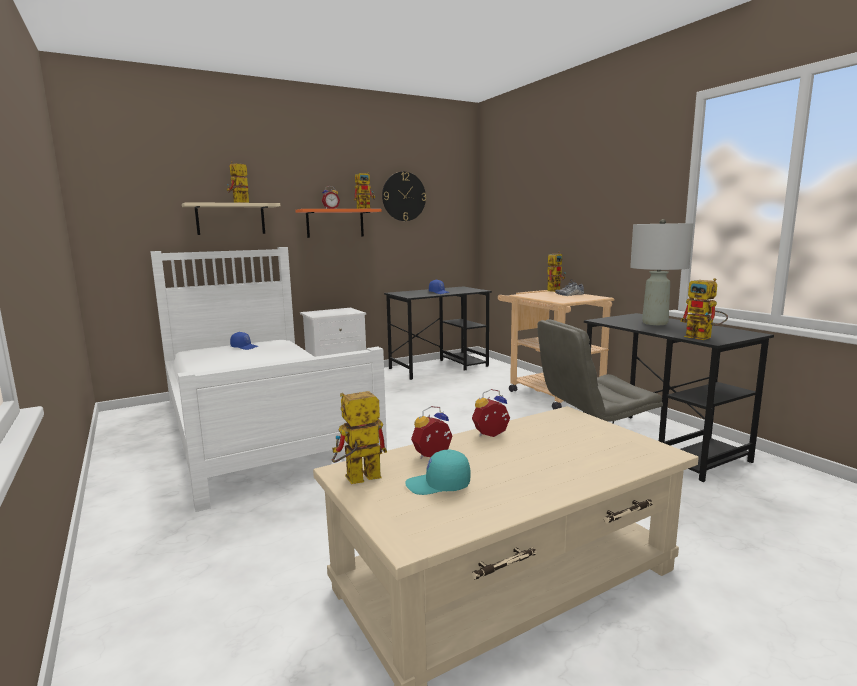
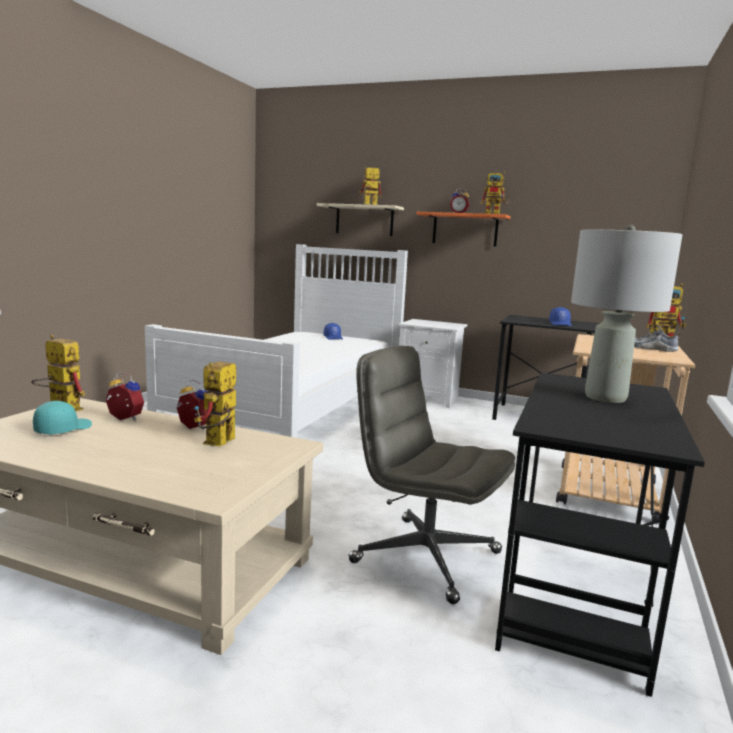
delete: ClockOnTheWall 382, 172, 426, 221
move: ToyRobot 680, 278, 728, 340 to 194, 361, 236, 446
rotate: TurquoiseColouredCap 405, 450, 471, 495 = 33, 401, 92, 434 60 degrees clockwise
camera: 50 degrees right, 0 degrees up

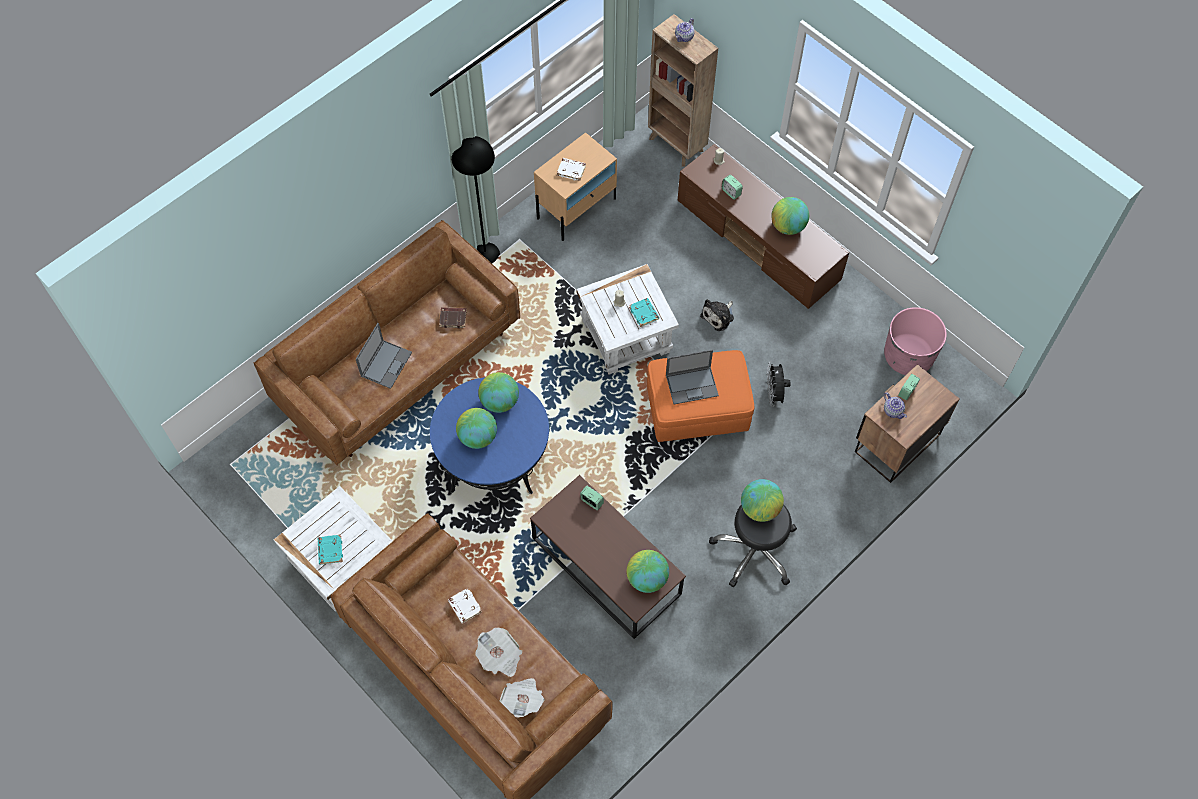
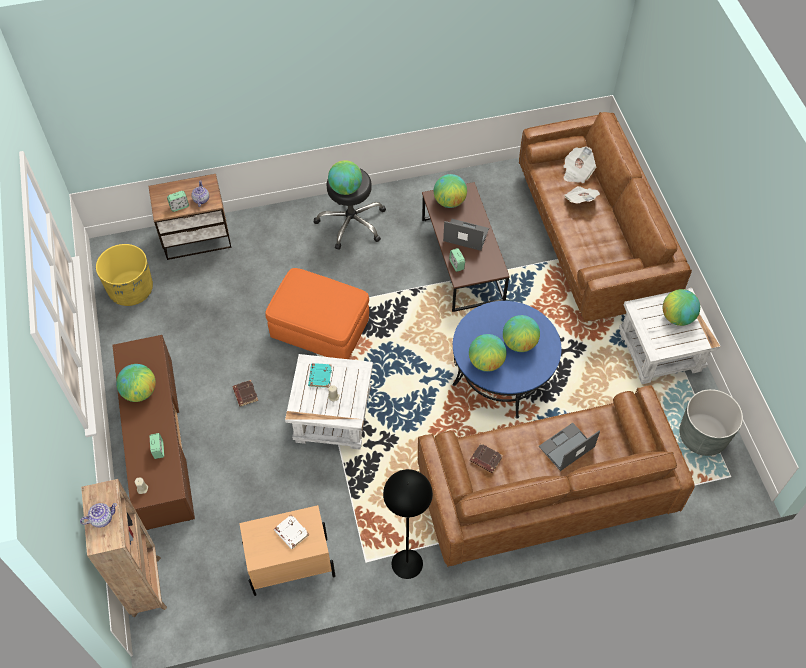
delete: WhitishBook 448, 588, 482, 623; BlackColouredFan 767, 361, 791, 407
insert: GrayPlantPot 679, 389, 743, 456
move: NotebookComputer 666, 349, 719, 404 to 443, 219, 489, 251
replace: SoftToy 700, 299, 734, 331 to BrownishBook 232, 380, 258, 407; TurquoiseColouredBook 318, 535, 343, 565 to DeskGlobe 663, 289, 700, 326
recolor: PinkPlantPot 884, 307, 947, 375 to YellowPlantPot 96, 244, 153, 306
camera: 150 degrees left, 5 degrees down

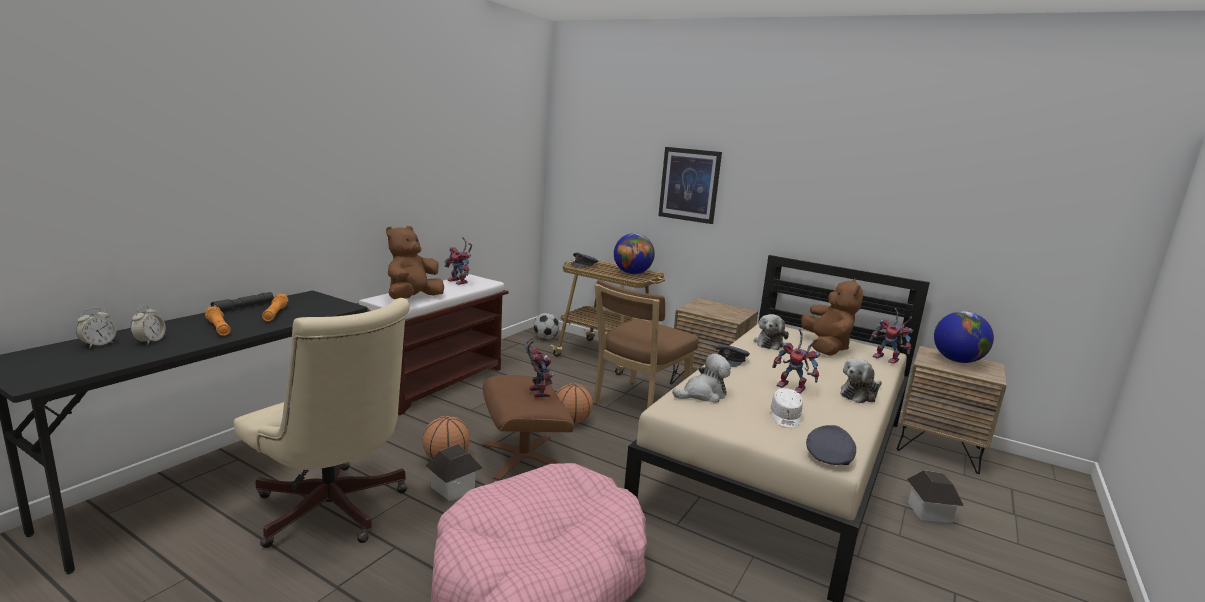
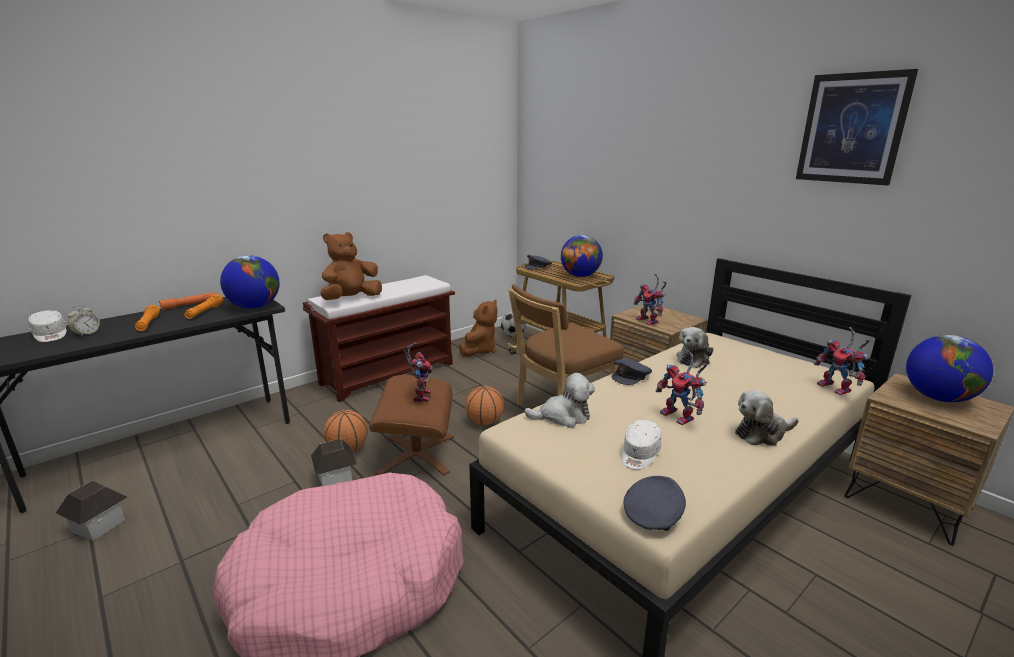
delete: BeigeColouredOfficeChair 234, 298, 410, 548
insert: DeskGlobe 220, 255, 280, 309
move: ToyHouse 907, 470, 964, 523 to 56, 480, 127, 541; BrownishSoftToy 801, 279, 863, 355 to 459, 300, 497, 357; ToyRobot 445, 237, 472, 285 to 633, 274, 667, 325; WallPicture 658, 147, 722, 224 to 796, 69, 918, 186
replace: BedsideClock 76, 307, 117, 348 to WhitishCap 28, 310, 66, 342
recolor: GrayFlashlight 210, 292, 274, 312 to OrangeyFlashlight 159, 292, 215, 310
camera: 20 degrees right, 5 degrees up

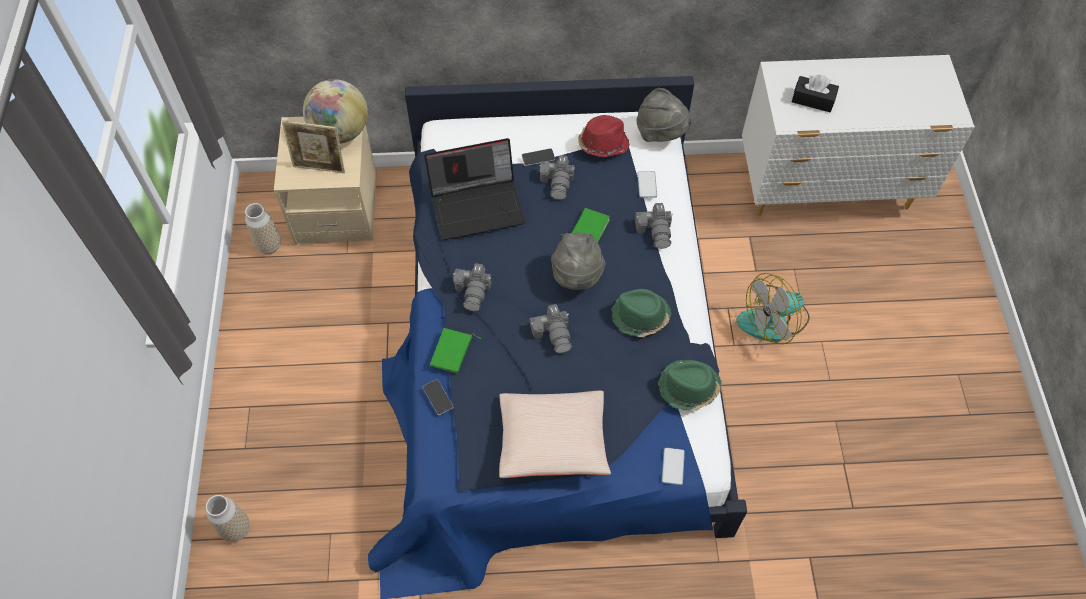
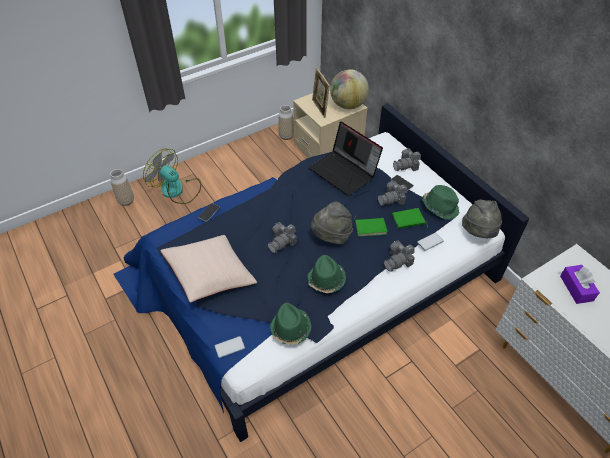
move: Fan 736, 273, 810, 344 to 143, 148, 201, 204; GreenColouredBook 430, 328, 481, 374 to 392, 208, 428, 229; PhotoCamera 453, 263, 491, 311 to 393, 148, 421, 171
recolor: ReddishClothingHat 578, 115, 630, 157 to GreenColouredClothingHat 422, 185, 460, 220; BlackColouredTissueHolder 792, 75, 839, 112 to PurplishTissueHolder 560, 265, 600, 304
camera: 60 degrees right, 10 degrees down

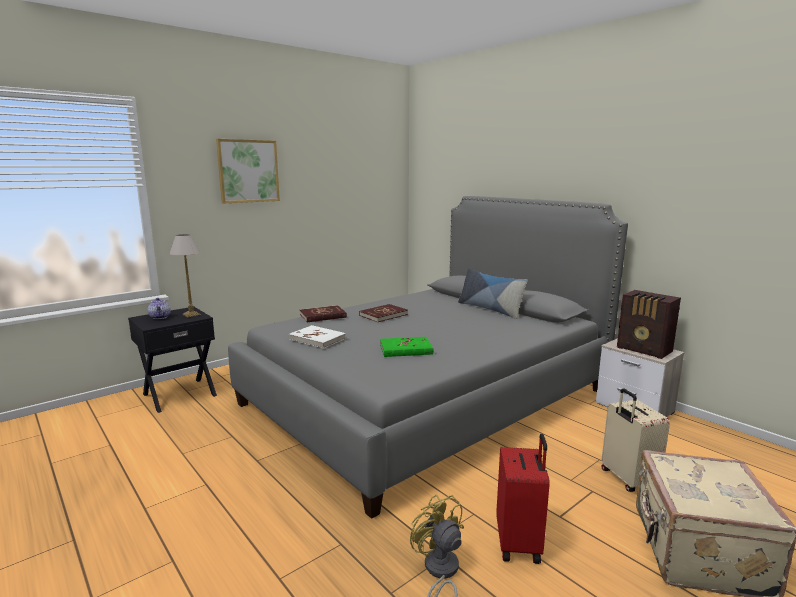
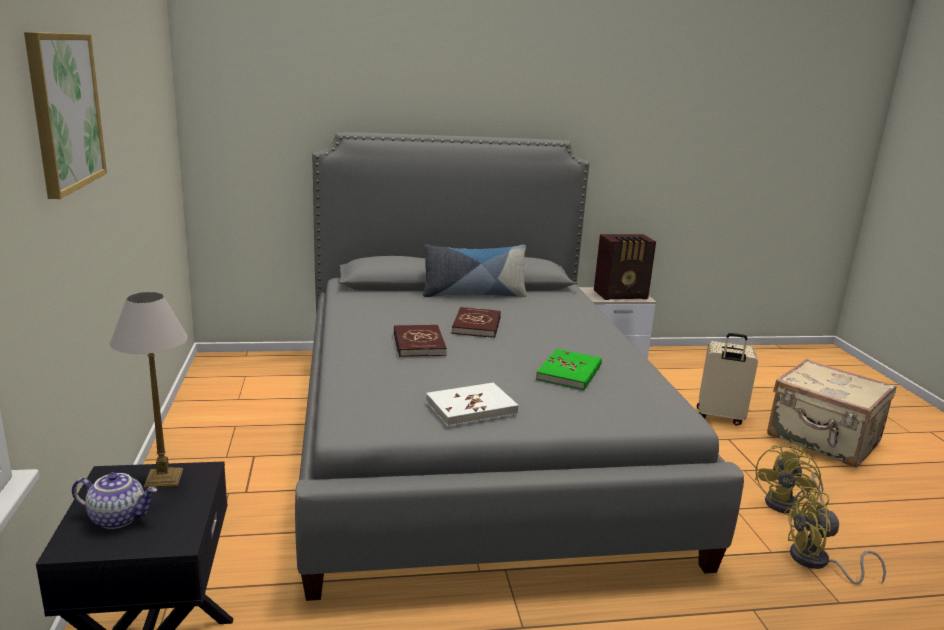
move: ReddishBook 300, 305, 347, 322 to 452, 307, 501, 338
replace: ReddishTravelCase 496, 434, 550, 564 to YellowFan 755, 445, 823, 513
camera: 60 degrees left, 5 degrees up

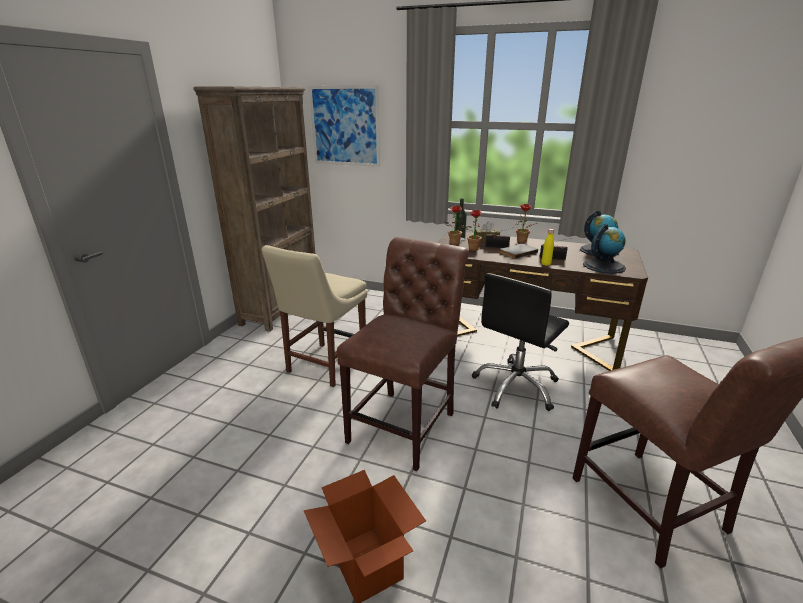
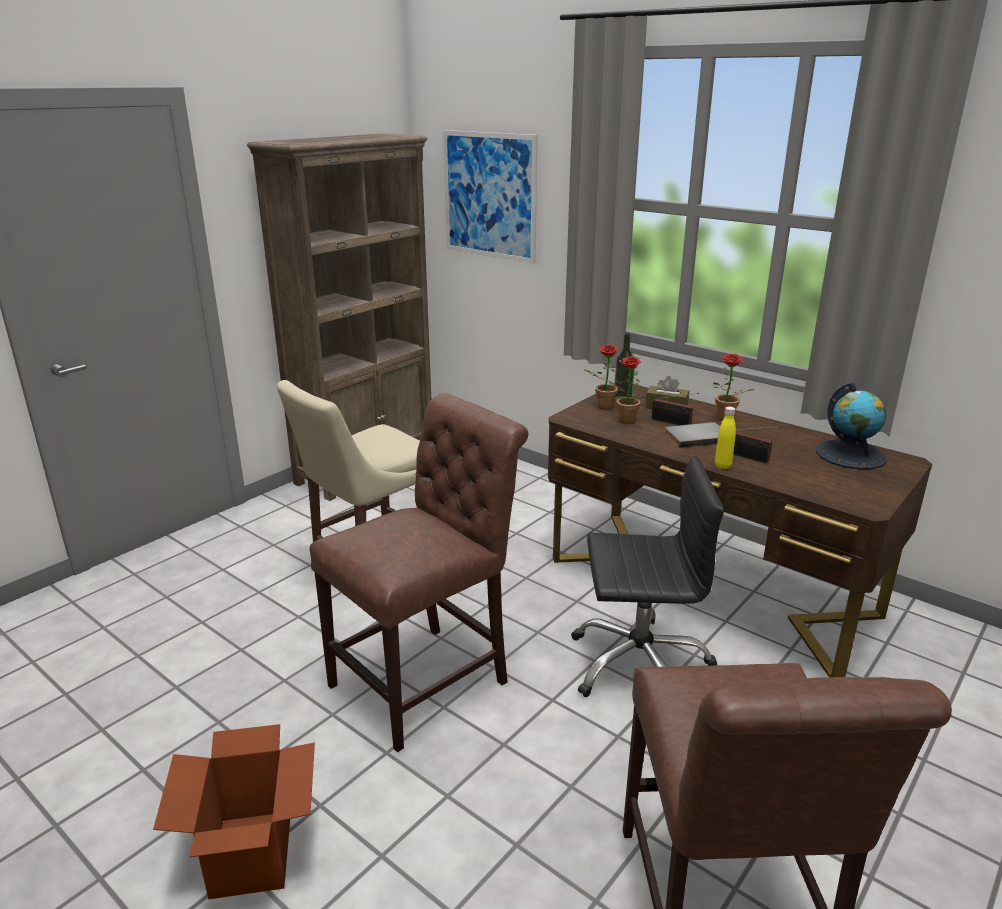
delete: DeskGlobe 583, 224, 626, 274
rotate: BlackColouredOfficeChair 472, 273, 569, 411 = 571, 456, 724, 697 150 degrees counterclockwise
camera: 20 degrees right, 0 degrees up

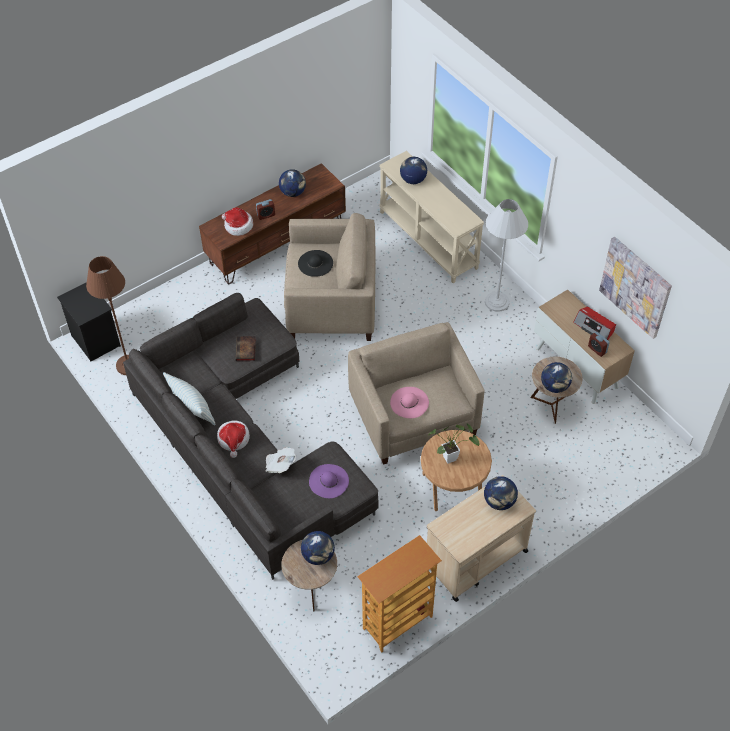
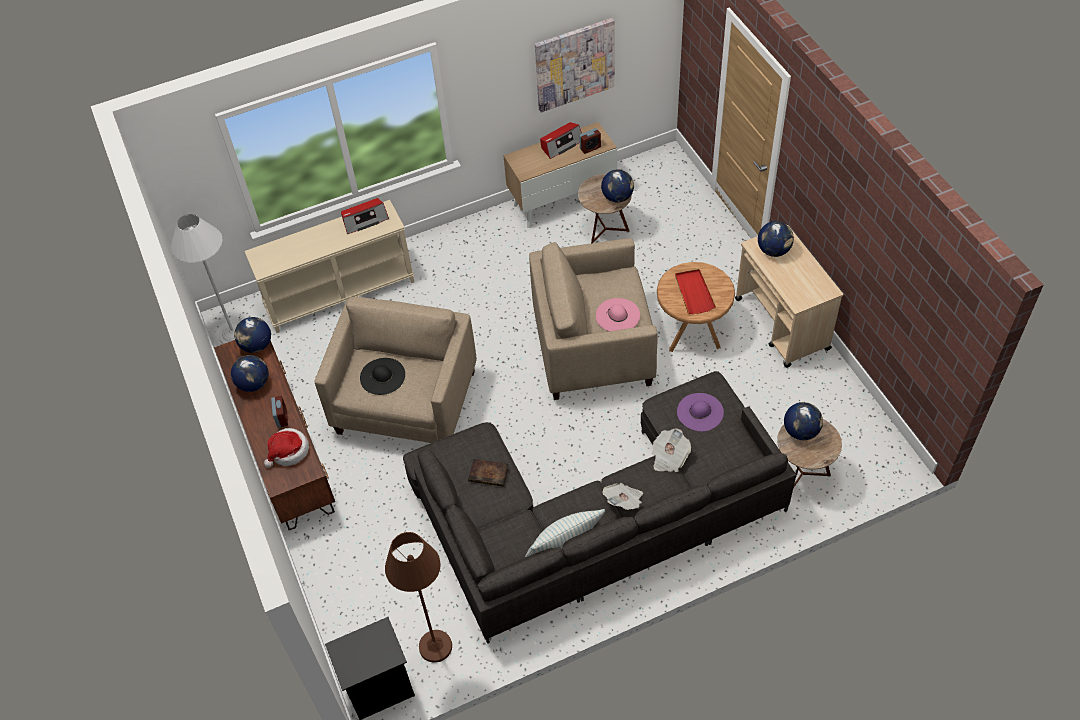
delete: Bookshelf 357, 535, 442, 652
insert: RadioReceiver 341, 198, 389, 234
move: WhitishFloorLamp 485, 199, 528, 312 to 171, 214, 239, 344; DeskGlobe 400, 157, 427, 184 to 234, 317, 271, 353
replace: ClothingHat 217, 421, 250, 458 to DailyPaper 603, 483, 643, 510; PlantInAPot 428, 424, 480, 464 to ReddishServingTray 675, 269, 716, 314
camera: 75 degrees left, 0 degrees up

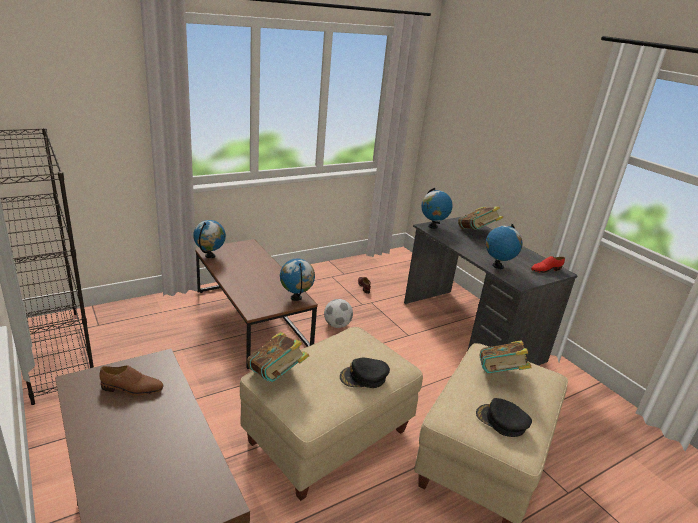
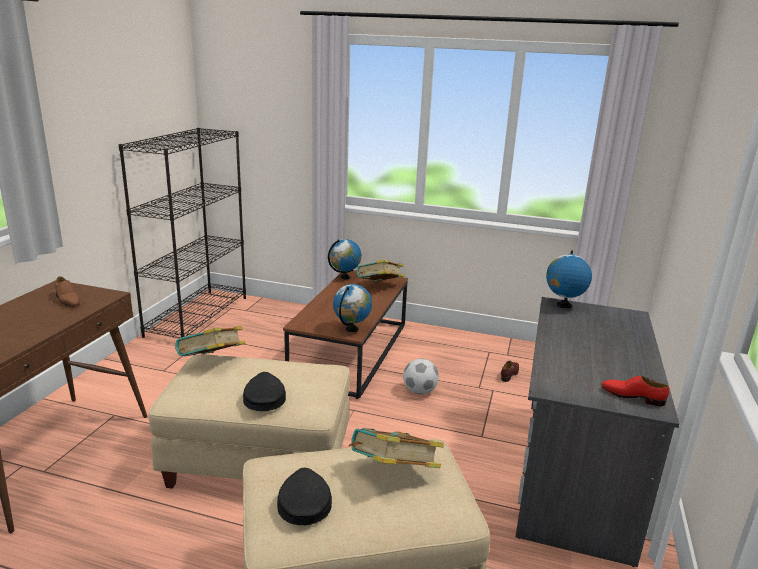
delete: DeskGlobe 486, 224, 522, 269
move: Book 458, 206, 503, 230 to 357, 260, 405, 281
rotate: BlackColouredCap 340, 358, 390, 388 = 243, 372, 286, 411 45 degrees clockwise
camera: 50 degrees right, 5 degrees down

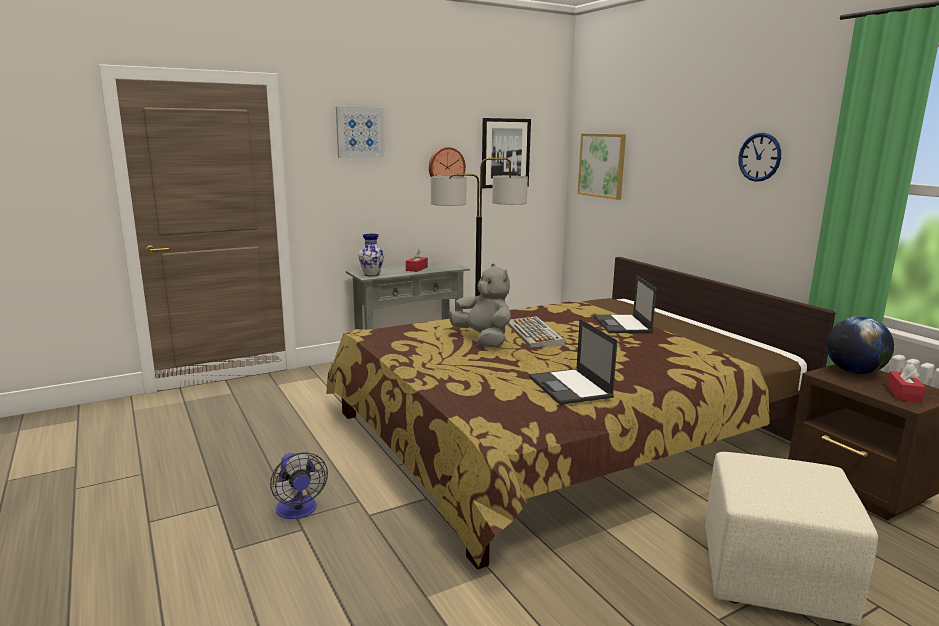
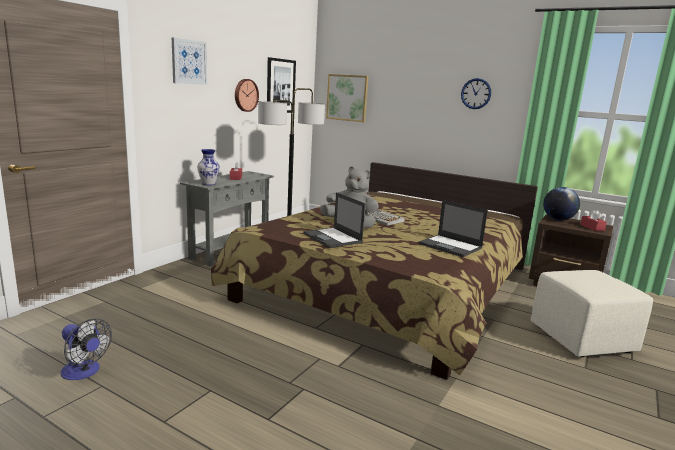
move: Fan 270, 452, 328, 519 to 61, 318, 112, 380; NotebookComputer 594, 275, 657, 333 to 303, 192, 365, 248
camera: 30 degrees left, 0 degrees up

